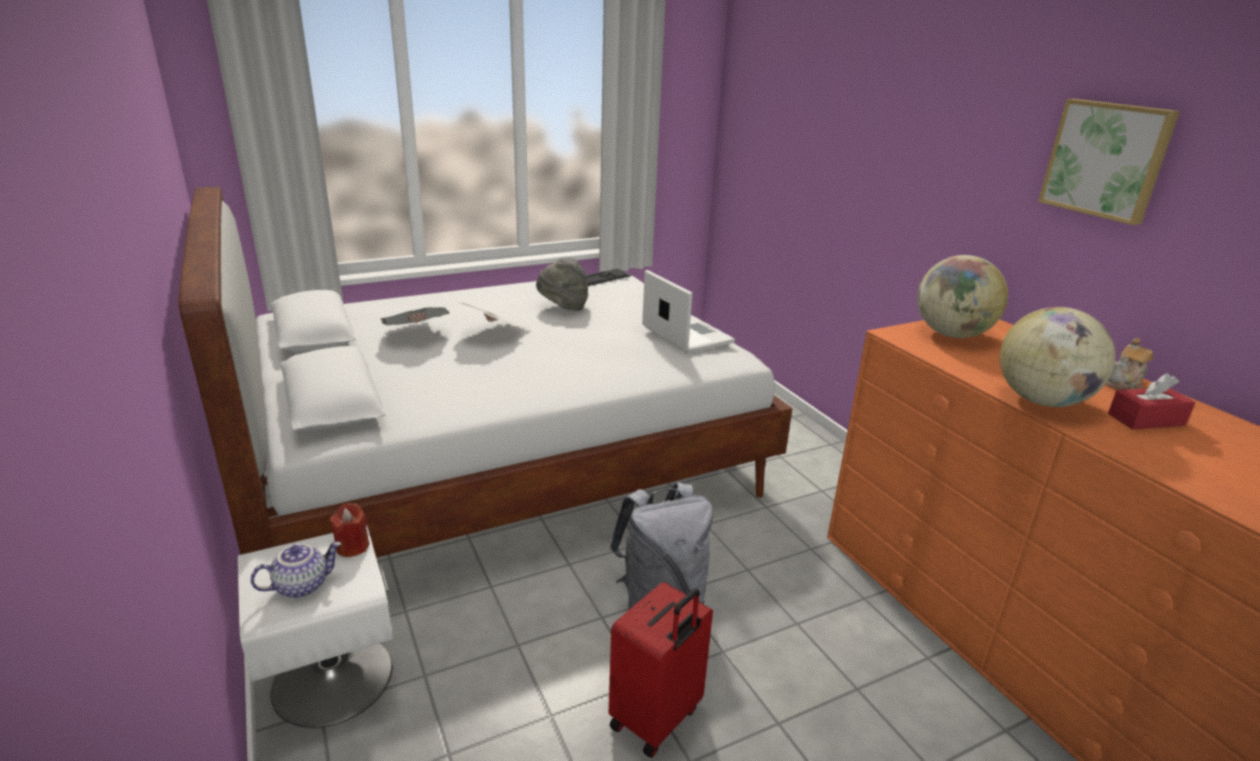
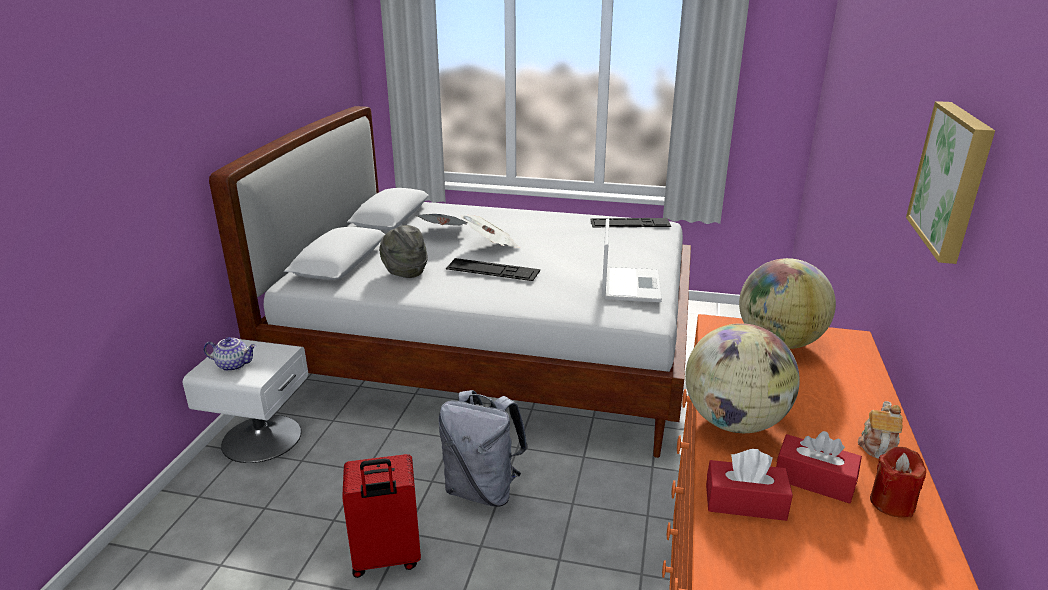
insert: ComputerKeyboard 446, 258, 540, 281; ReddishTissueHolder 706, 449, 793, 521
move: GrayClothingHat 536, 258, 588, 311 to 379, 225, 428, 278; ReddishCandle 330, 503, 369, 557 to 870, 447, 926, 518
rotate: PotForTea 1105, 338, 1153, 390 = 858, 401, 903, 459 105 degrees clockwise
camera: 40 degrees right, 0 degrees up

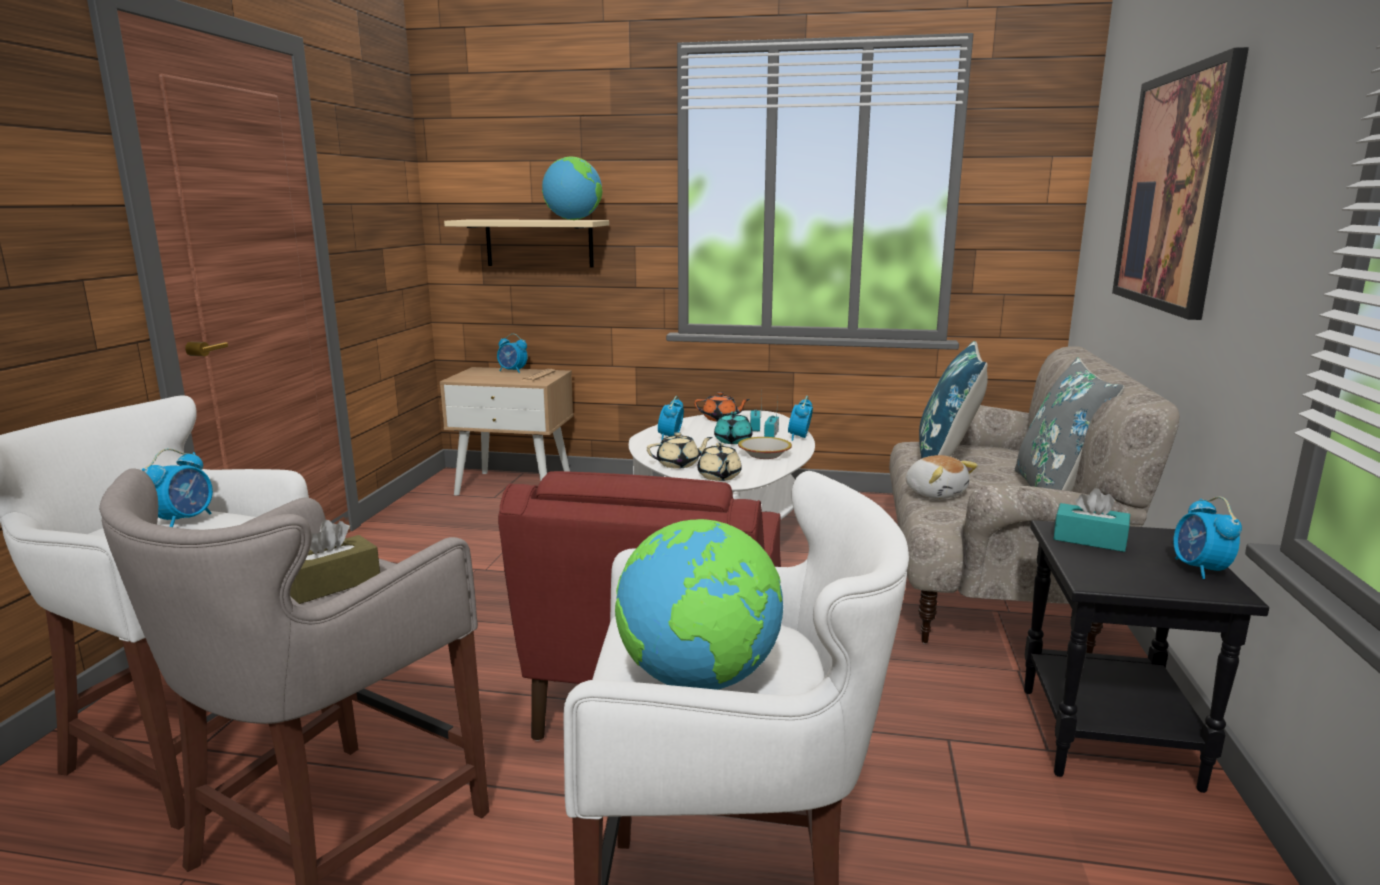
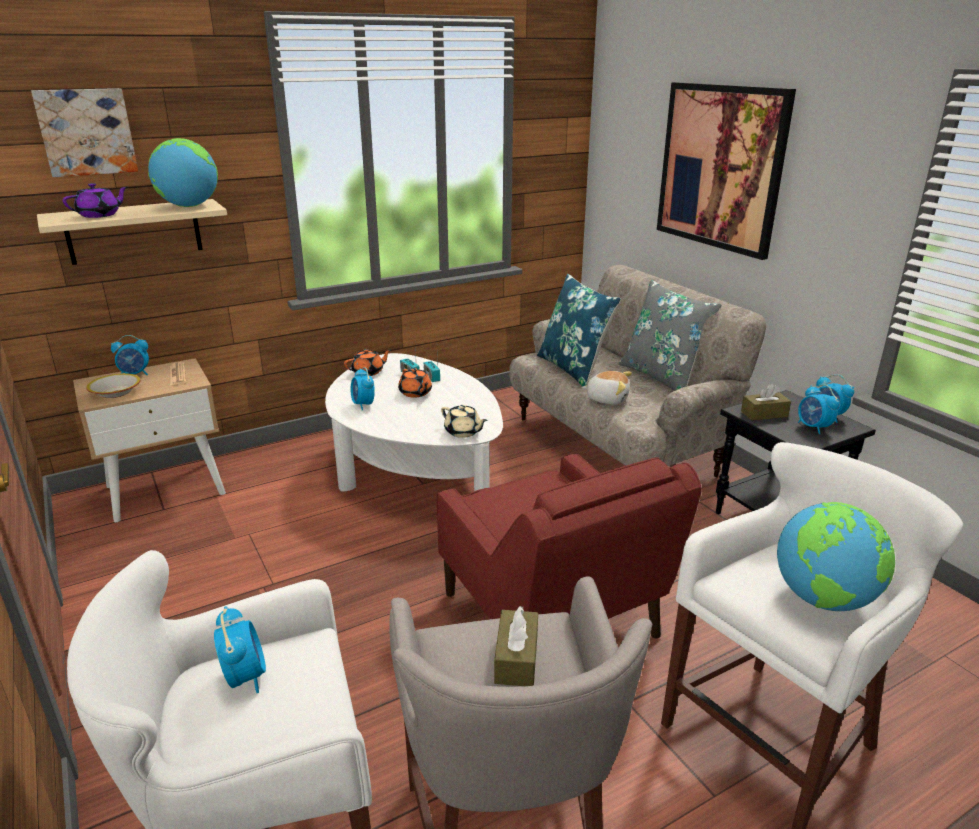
delete: BeigeColouredPotForTea 647, 432, 713, 469
insert: WallPicture 31, 88, 138, 177; PurplishPotForTea 62, 183, 128, 218
move: ServingBowl 738, 437, 792, 459 to 86, 373, 141, 398; BedsideClock 788, 396, 813, 441 to 798, 385, 840, 434
recolor: TurquoiseColouredPotForTea 714, 411, 753, 444 to OrangeyPotForTea 398, 368, 432, 398; TurquoiseColouredTissueHolder 1053, 488, 1130, 552 to BrownishTissueHolder 741, 383, 791, 421
camera: 40 degrees left, 10 degrees up

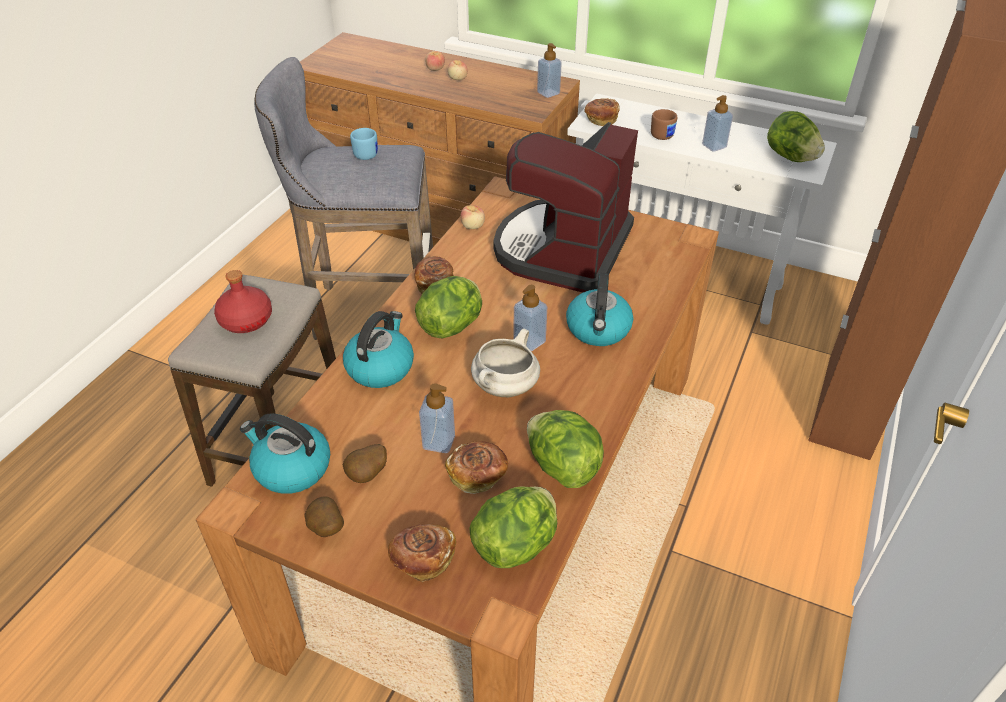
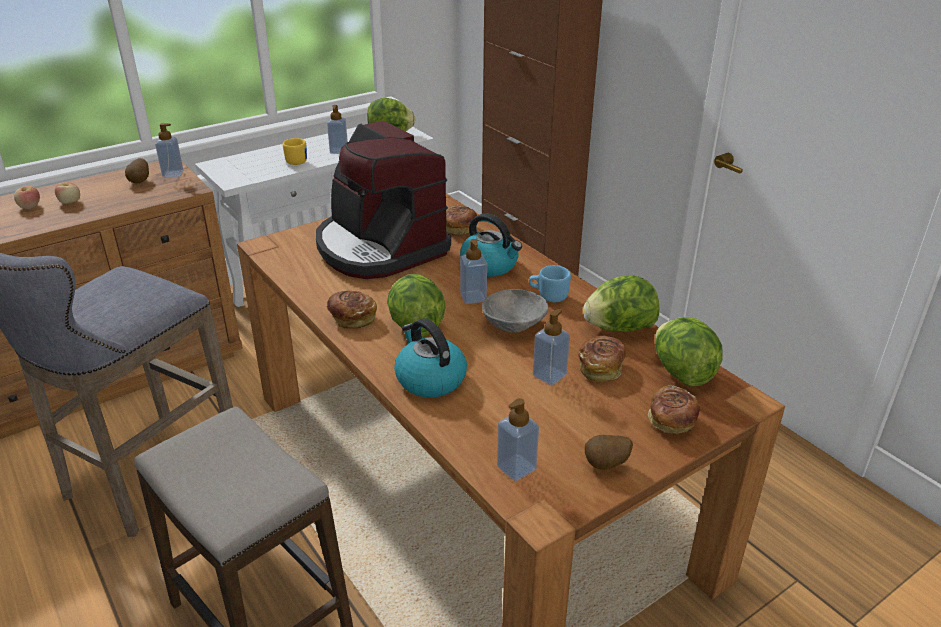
delete: ReddishBeverageBottle 214, 270, 272, 333; WholeApple 460, 205, 485, 229
move: Potato 343, 444, 387, 483 to 125, 158, 149, 183; BakeryBread 584, 98, 620, 126 to 446, 205, 477, 235; BluishTeaMug 350, 128, 378, 160 to 529, 265, 571, 302
replace: WhitishCookingPot 471, 328, 540, 397 to GrayServingBowl 482, 289, 548, 333; TeaKettle 240, 414, 330, 494 to SoapBottle 497, 398, 539, 481
recolor: BrownishTeaMug 651, 109, 677, 140 to YellowTeaMug 283, 138, 307, 165
camera: 60 degrees left, 10 degrees down

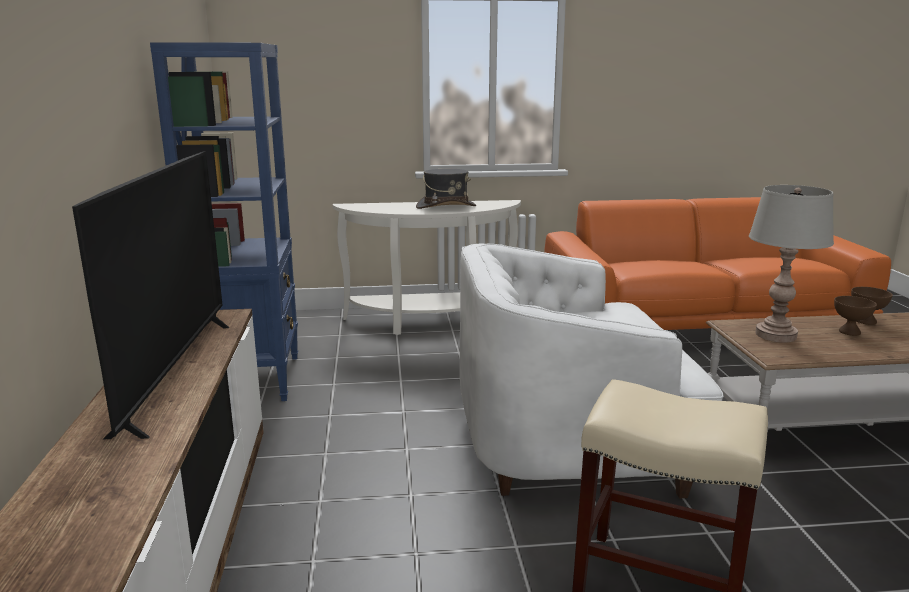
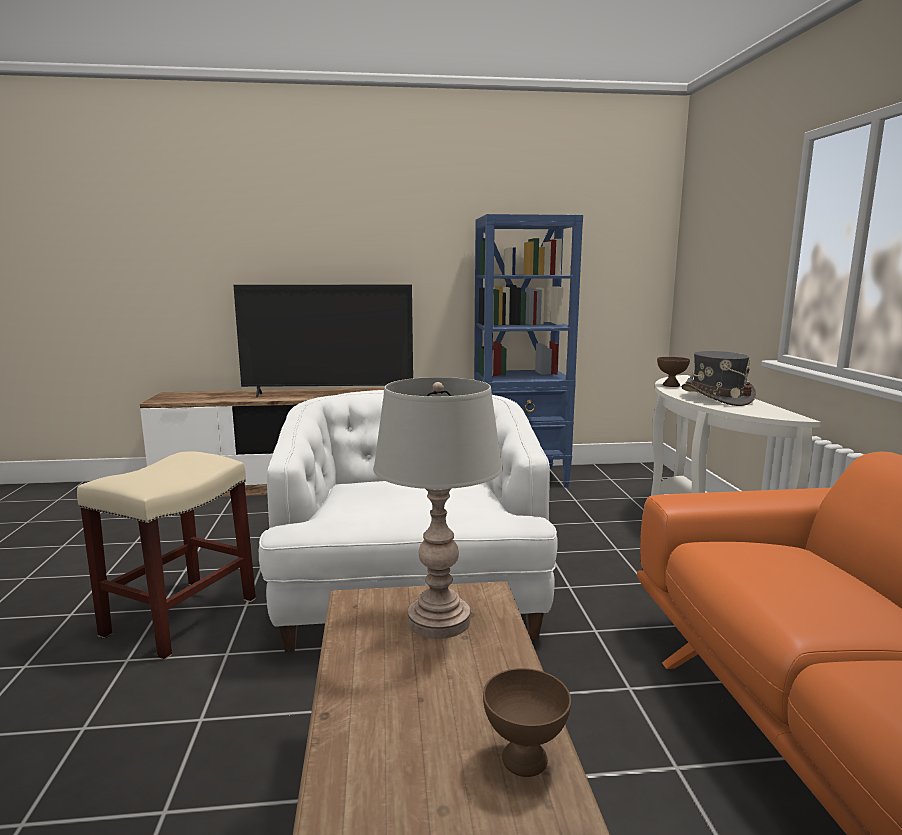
move: BrownishServingBowl 834, 296, 877, 336 to 657, 357, 690, 387
camera: 90 degrees right, 5 degrees down

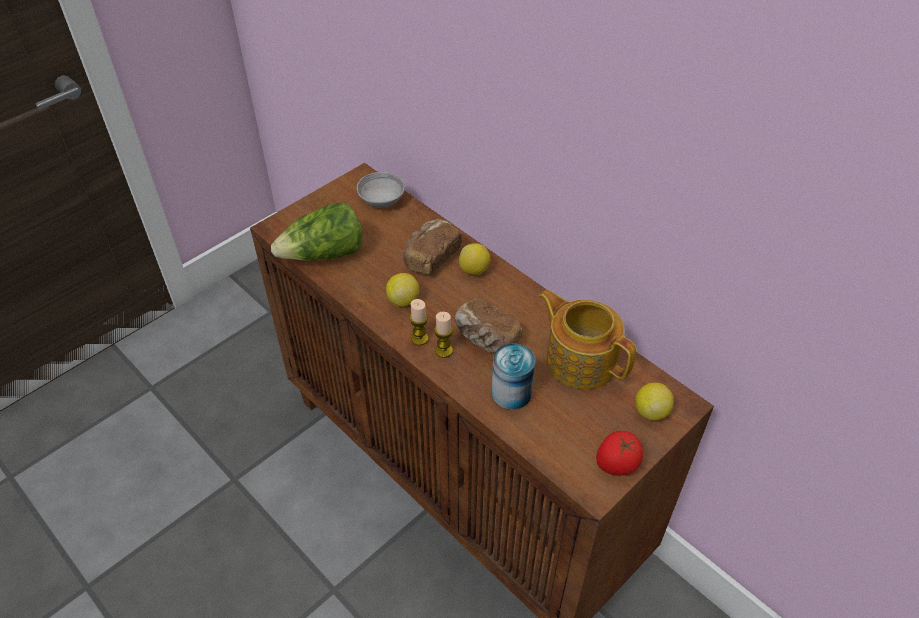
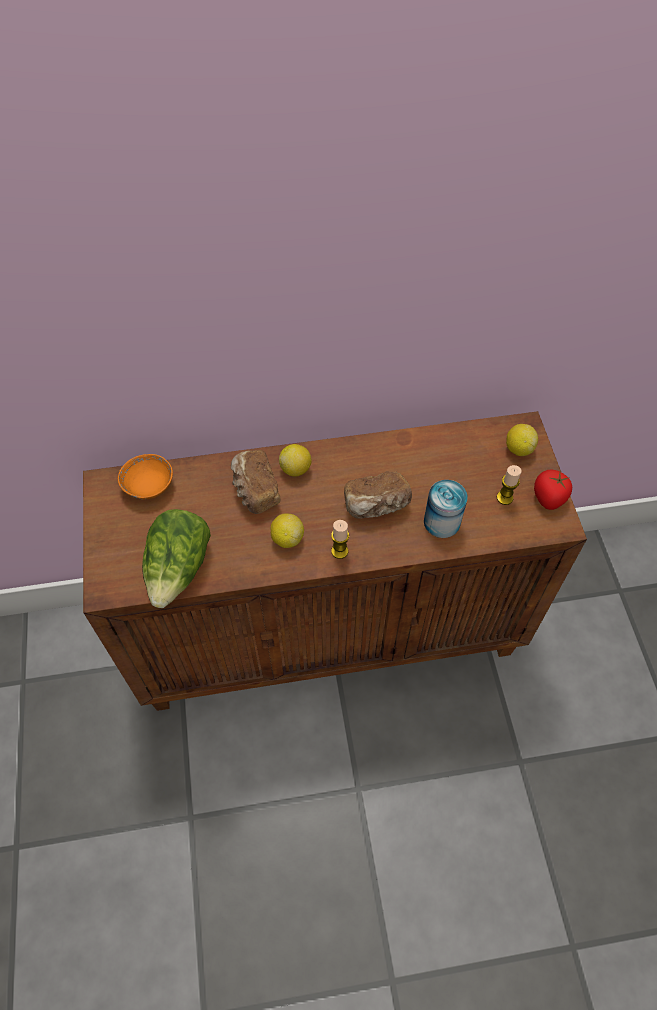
delete: PotForTea 539, 290, 637, 389
move: Candle 434, 312, 453, 358 to 497, 465, 522, 505
recolor: GrayServingBowl 357, 172, 405, 208 to OrangeyServingBowl 118, 454, 173, 499
camera: 55 degrees left, 10 degrees up

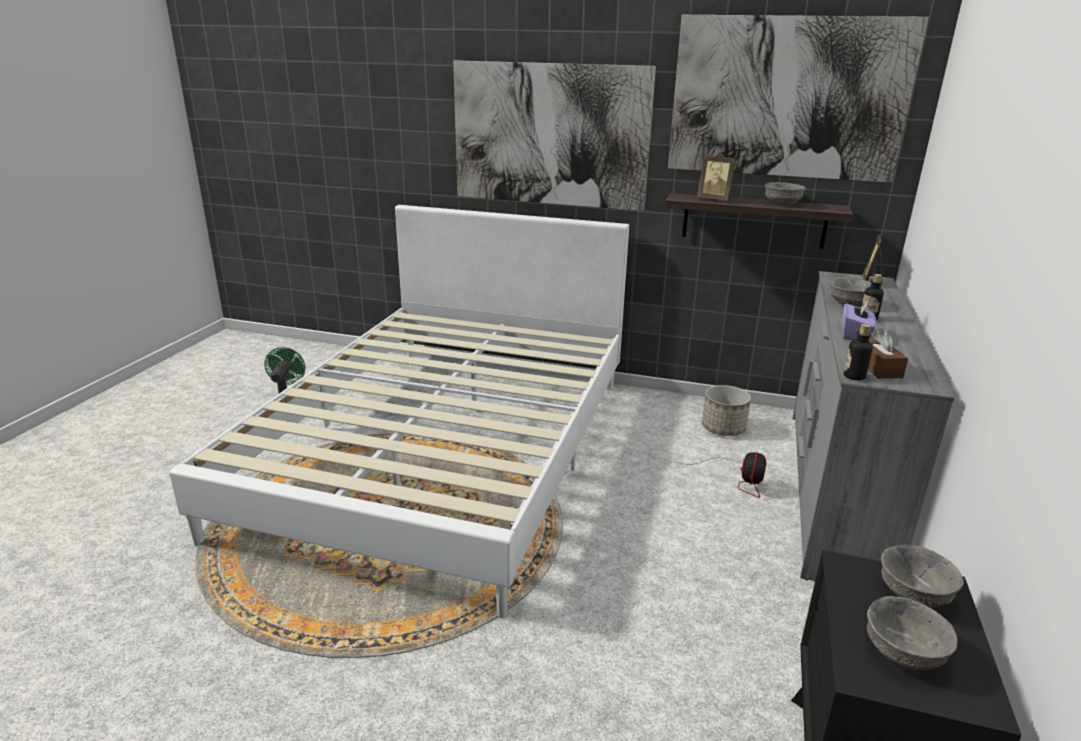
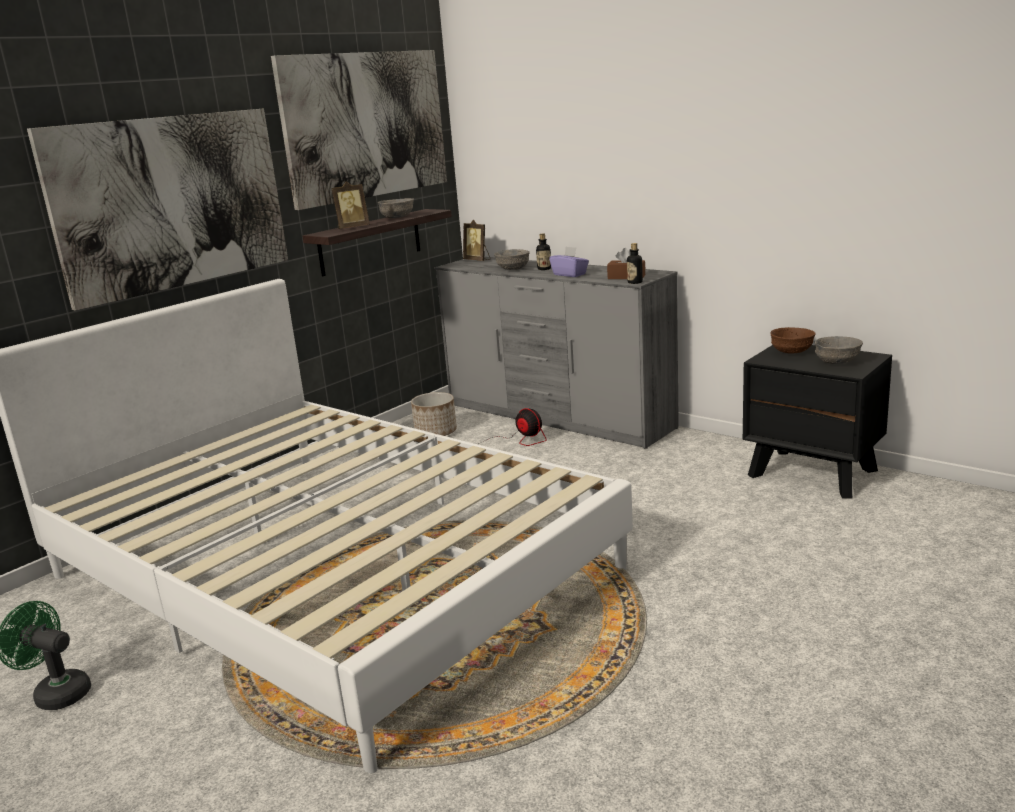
recolor: GrayServingBowl 881, 544, 964, 608 to BrownishServingBowl 770, 327, 816, 354
camera: 65 degrees left, 5 degrees down

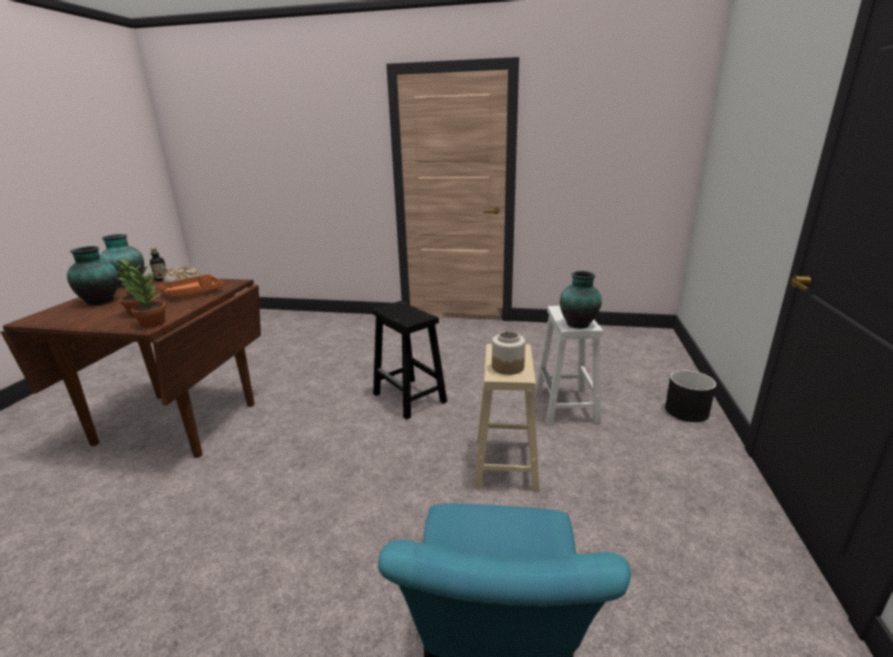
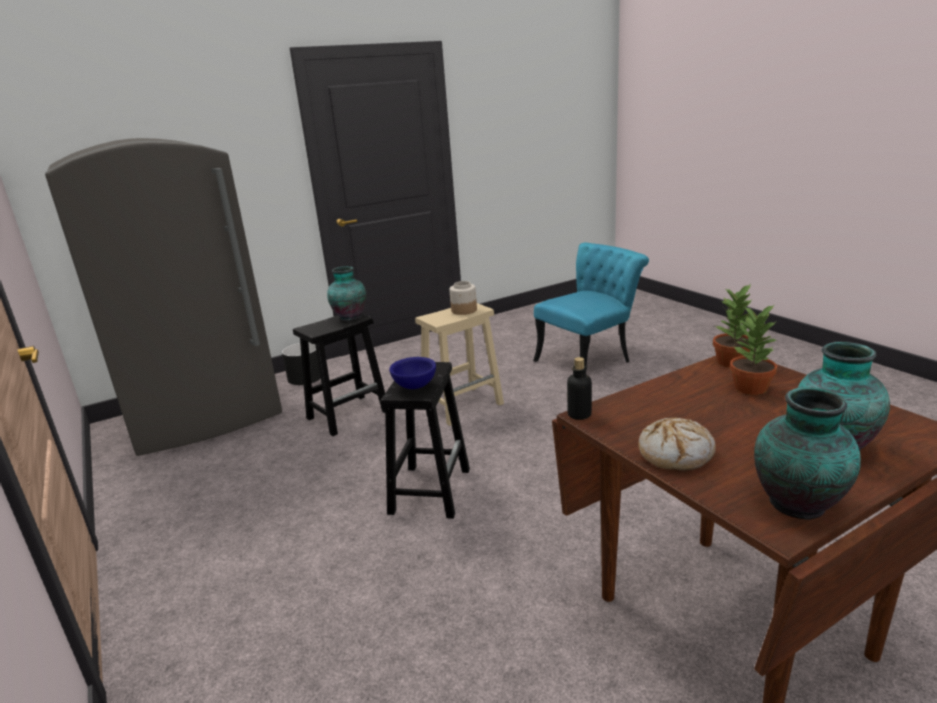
delete: OrangeyServingTray 159, 274, 223, 297
insert: GrayRefrigerator 45, 138, 282, 456; BluishServingBowl 389, 357, 436, 389
move: BeverageBottle 150, 248, 167, 281 to 567, 357, 592, 420
recolor: WhitishSittingStool 536, 306, 603, 425 to BlackColouredSittingStool 293, 314, 385, 436
camera: 130 degrees left, 0 degrees up

